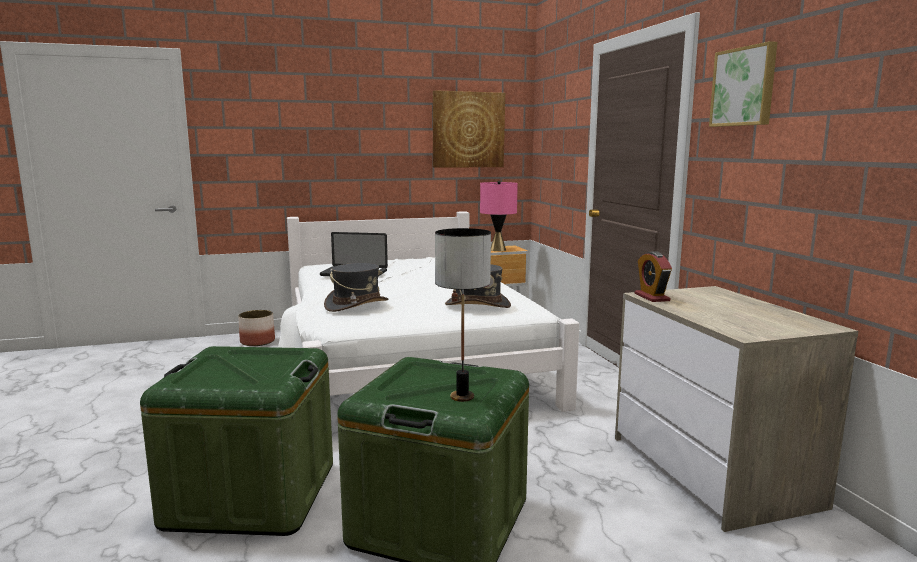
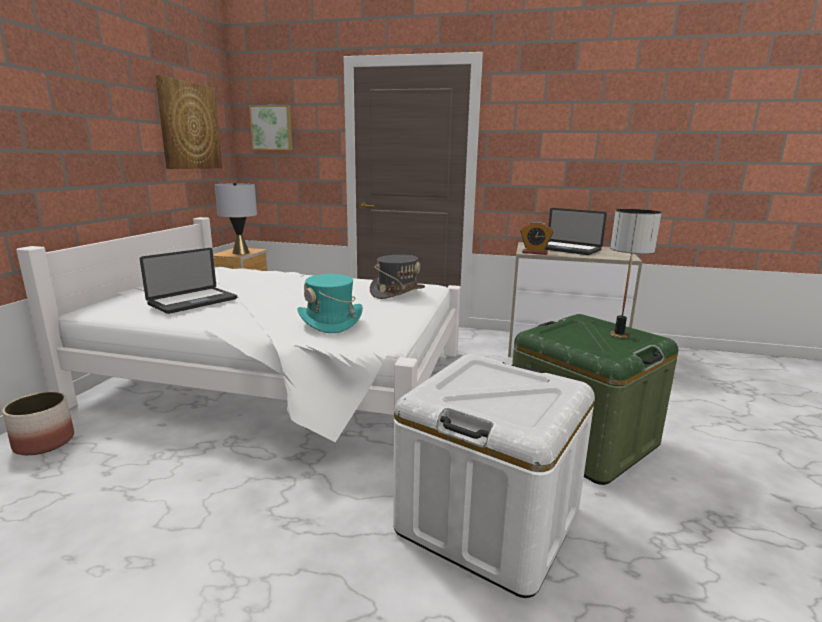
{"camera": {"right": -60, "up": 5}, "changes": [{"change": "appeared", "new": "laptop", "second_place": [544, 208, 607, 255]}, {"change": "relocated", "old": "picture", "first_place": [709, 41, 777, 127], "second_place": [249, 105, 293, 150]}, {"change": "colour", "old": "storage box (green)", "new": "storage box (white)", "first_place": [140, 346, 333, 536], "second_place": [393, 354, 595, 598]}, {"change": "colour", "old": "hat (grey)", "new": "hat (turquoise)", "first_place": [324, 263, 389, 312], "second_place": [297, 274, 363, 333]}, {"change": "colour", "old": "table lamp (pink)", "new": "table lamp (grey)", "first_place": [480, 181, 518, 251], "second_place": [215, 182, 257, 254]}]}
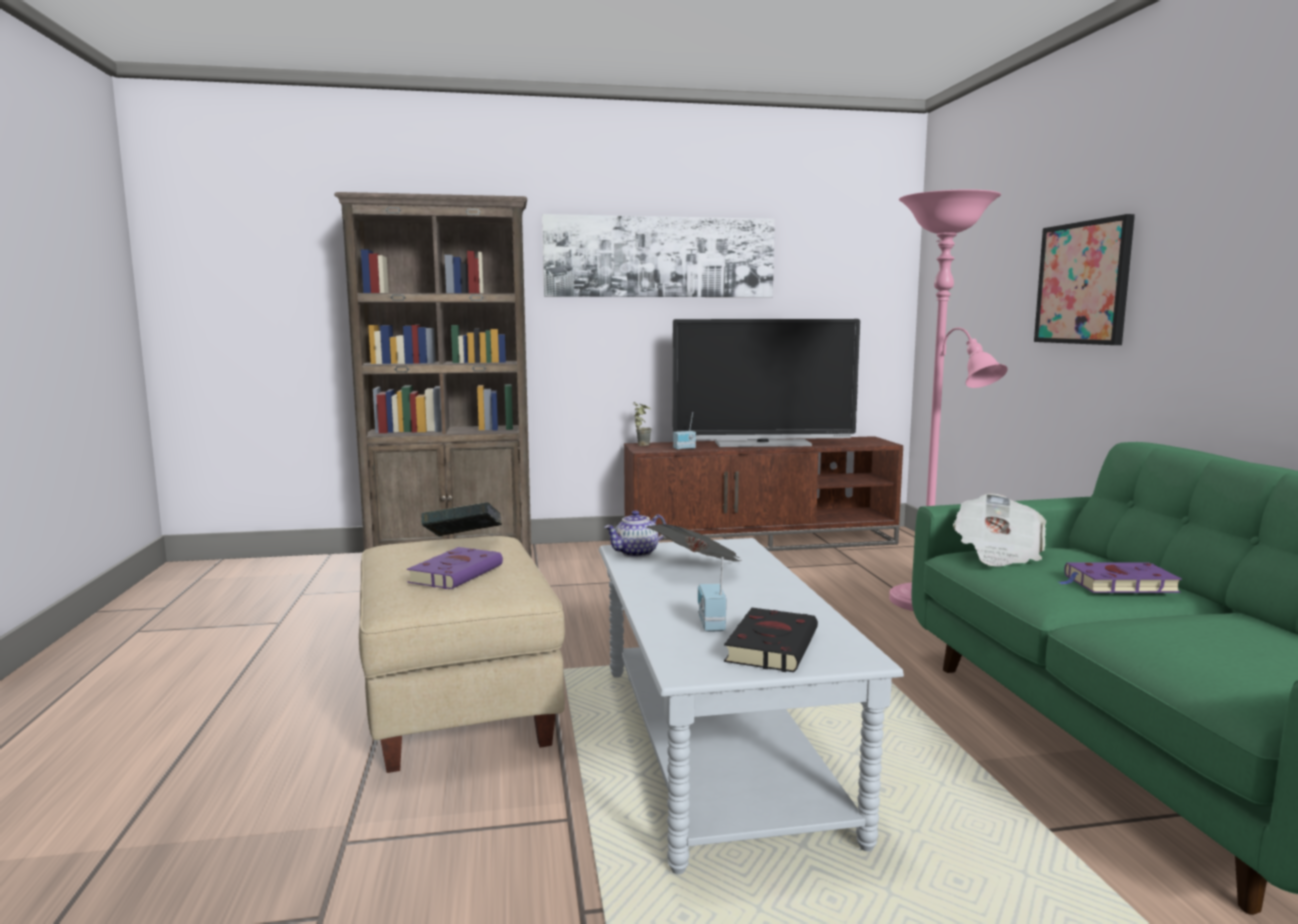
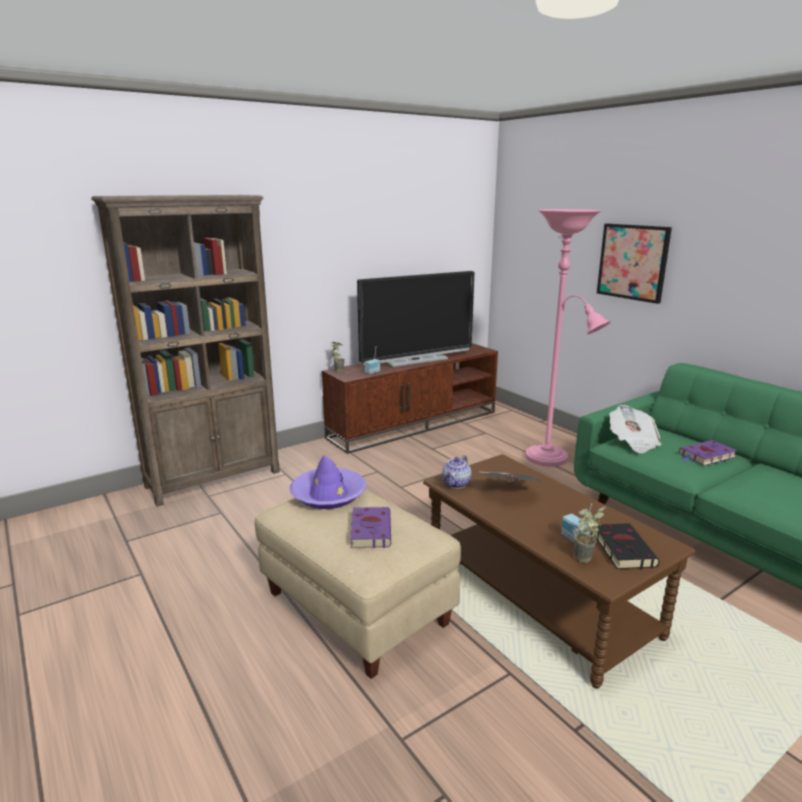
{"camera": {"right": -25, "up": 10}, "changes": [{"change": "missing", "old": "picture", "first_place": [542, 214, 775, 297]}, {"change": "appeared", "new": "potted plant", "second_place": [574, 505, 606, 563]}, {"change": "exchanged", "old": "book", "new": "hat (purple)", "first_place": [421, 502, 502, 537], "second_place": [290, 455, 367, 509]}, {"change": "colour", "old": "coffee table (grey)", "new": "coffee table (brown)", "first_place": [599, 538, 904, 874], "second_place": [423, 454, 696, 689]}]}
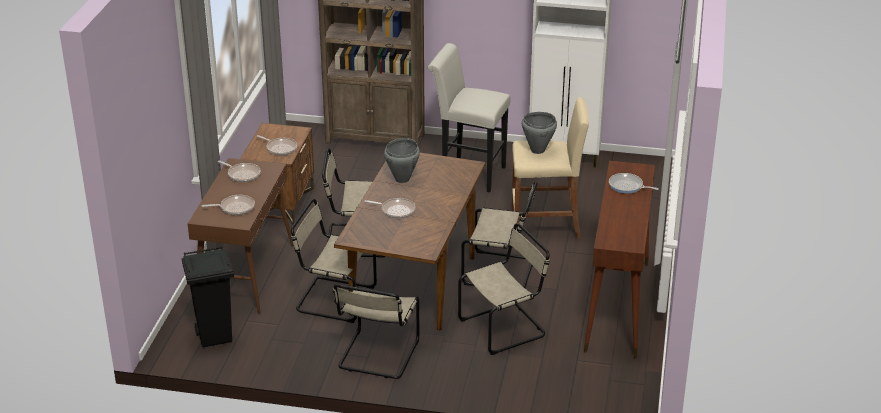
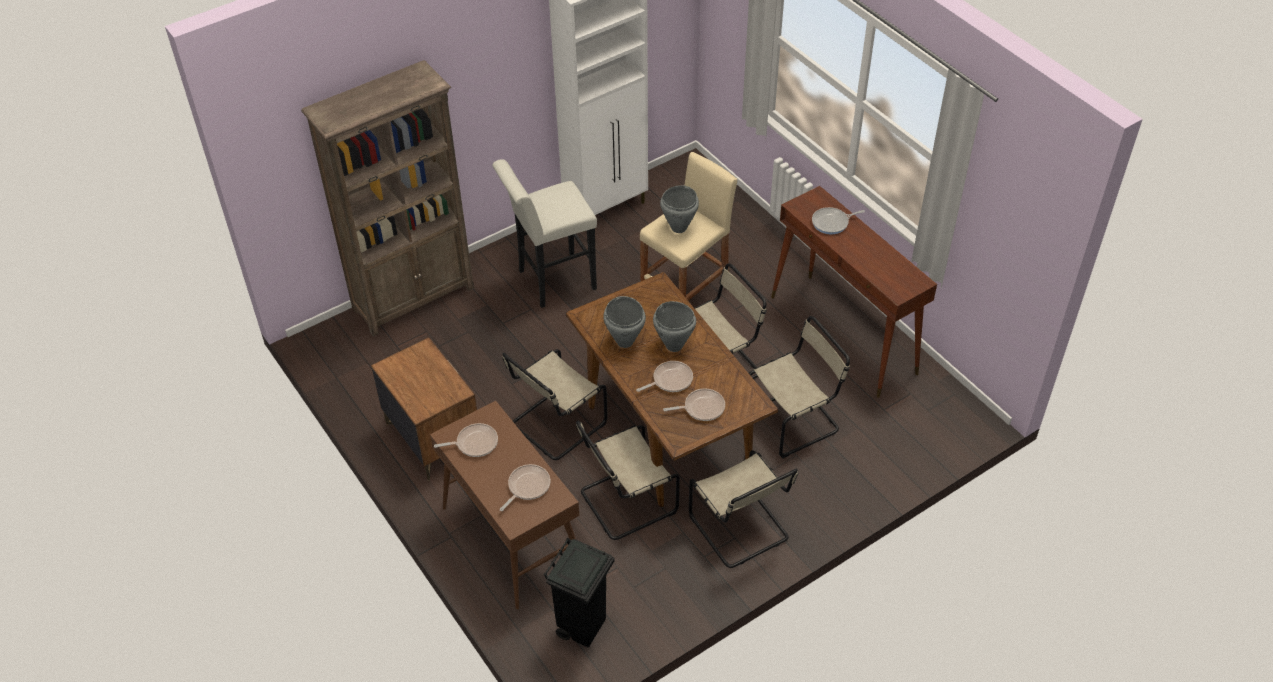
{"camera": {"right": -45, "up": 15}, "changes": [{"change": "appeared", "new": "cooking pot (grey)", "second_place": [653, 301, 696, 352]}, {"change": "relocated", "old": "frying pan", "first_place": [257, 135, 297, 155], "second_place": [663, 388, 725, 421]}, {"change": "spun", "old": "chair (beige)", "first_place": [458, 223, 550, 355], "second_place": [749, 316, 850, 458], "degrees": 45}]}
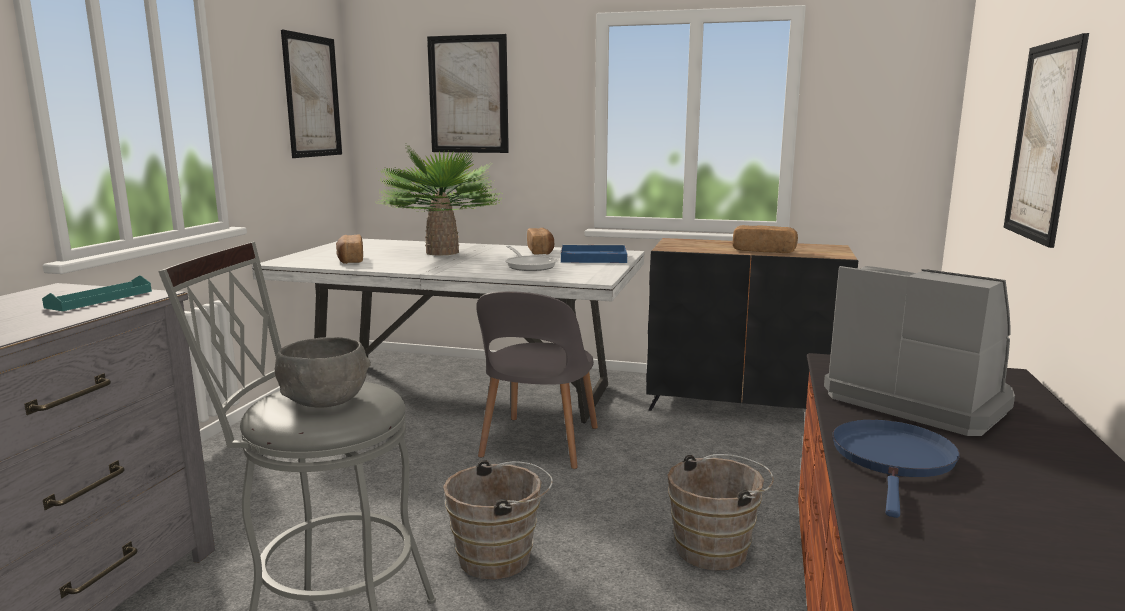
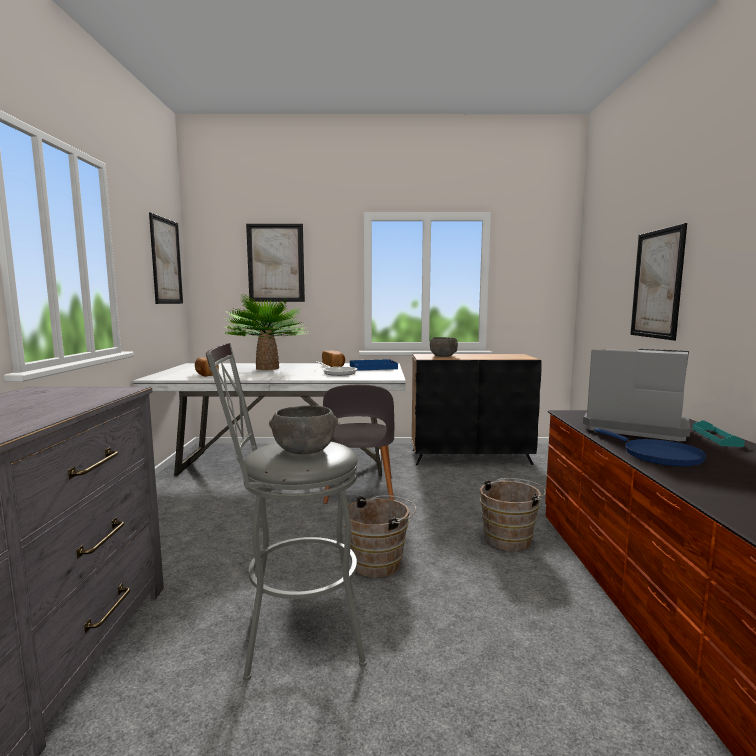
{"camera": {"right": -15, "up": -5}, "changes": [{"change": "missing", "old": "bread", "first_place": [733, 225, 798, 253]}, {"change": "appeared", "new": "bowl (grey)", "second_place": [430, 337, 458, 357]}, {"change": "relocated", "old": "tray (turquoise)", "first_place": [42, 275, 152, 311], "second_place": [692, 420, 745, 447]}, {"change": "spun", "old": "frying pan (blue)", "first_place": [832, 419, 960, 518], "second_place": [595, 428, 707, 466], "degrees": 150}]}
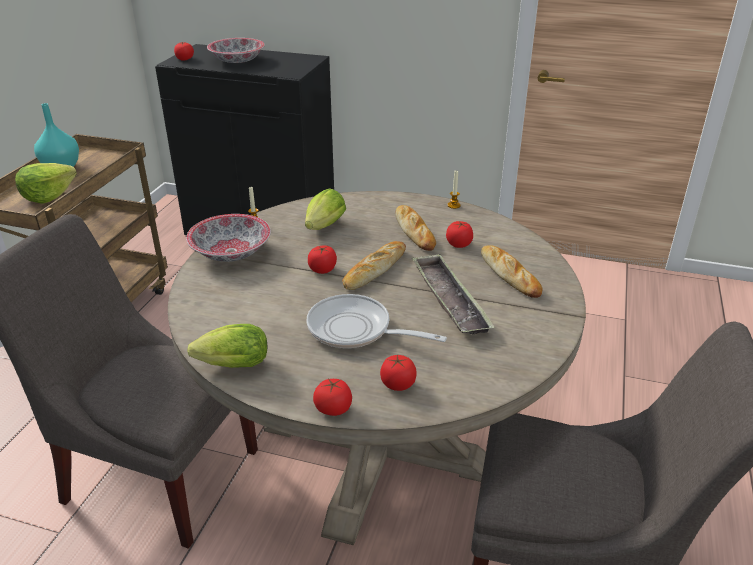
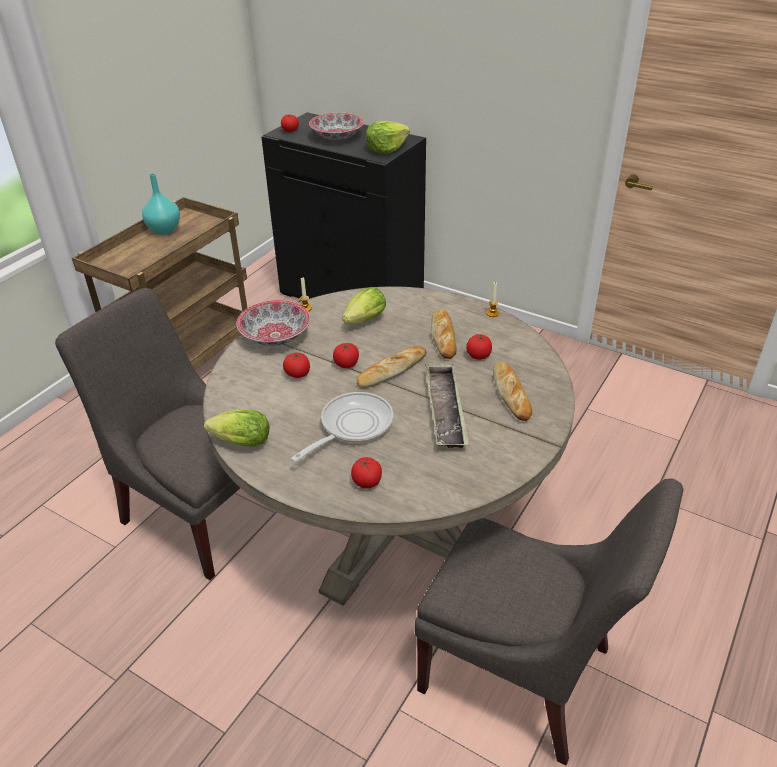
{"camera": {"right": 15, "up": 5}, "changes": [{"change": "relocated", "old": "lettuce", "first_place": [15, 163, 77, 204], "second_place": [366, 121, 410, 154]}, {"change": "relocated", "old": "tomato", "first_place": [313, 379, 352, 416], "second_place": [283, 352, 310, 378]}, {"change": "spun", "old": "frying pan", "first_place": [307, 294, 447, 348], "second_place": [291, 392, 393, 462], "degrees": 90}]}
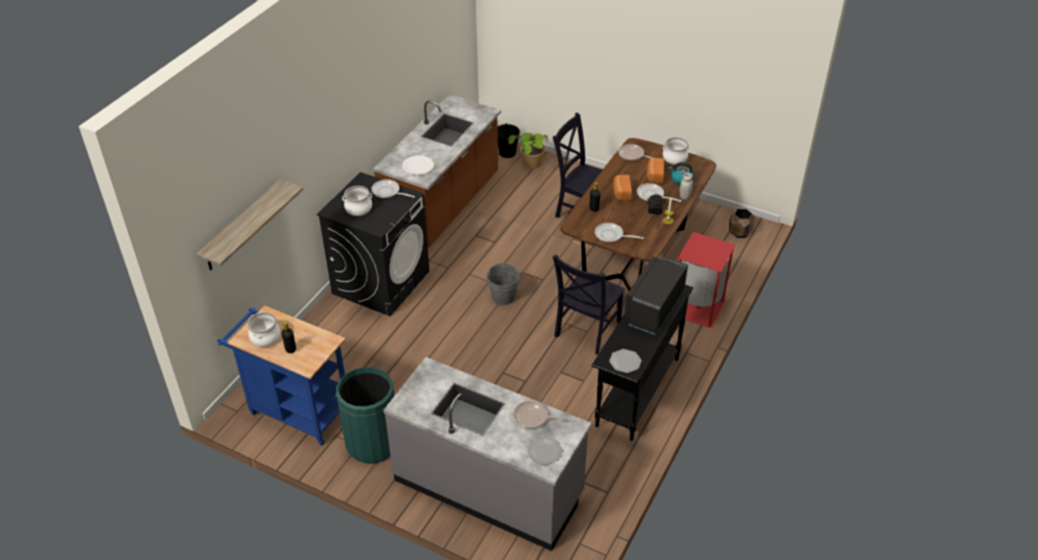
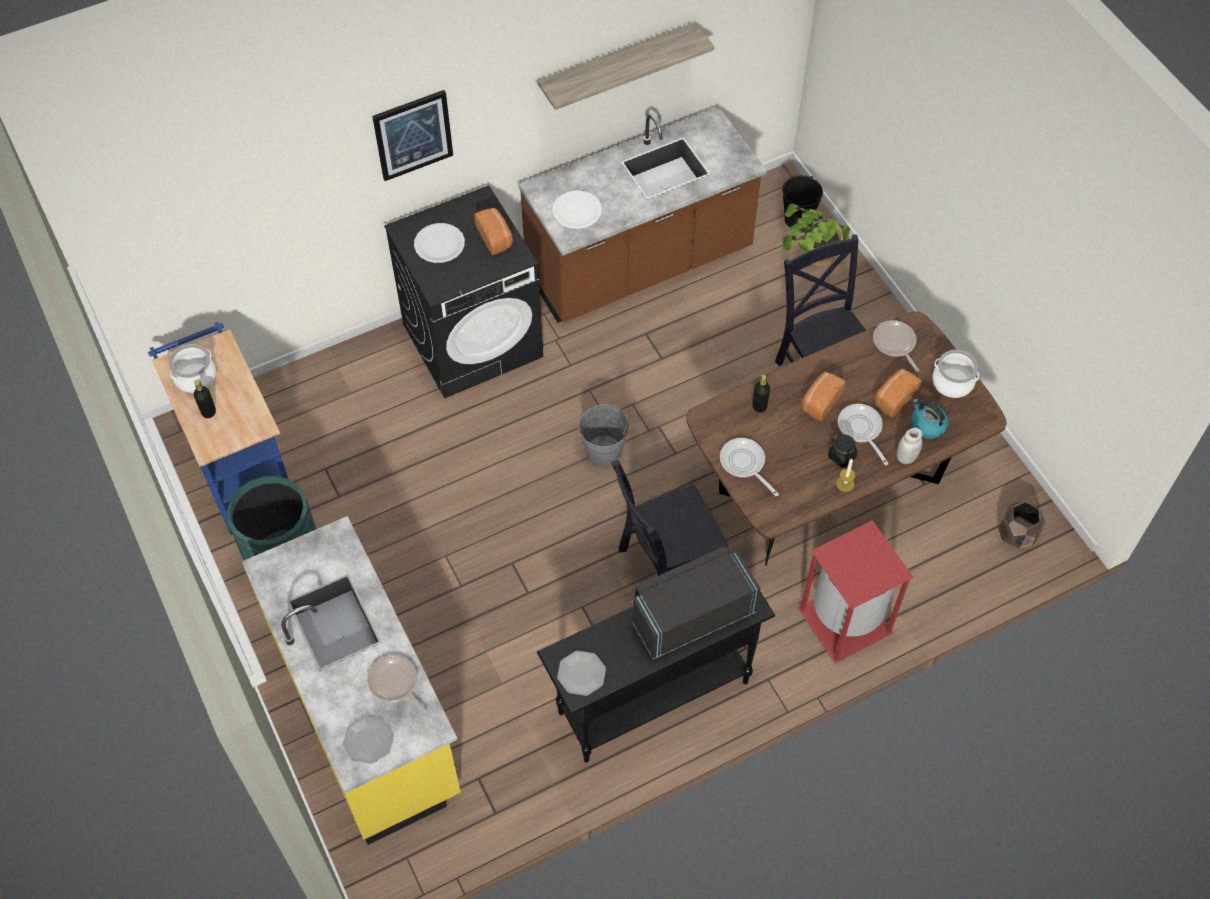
{"camera": {"right": 35, "up": 15}, "changes": [{"change": "appeared", "new": "picture", "second_place": [372, 90, 453, 181]}, {"change": "relocated", "old": "shelf", "first_place": [196, 179, 303, 270], "second_place": [537, 22, 714, 110]}, {"change": "exchanged", "old": "cooking pot", "new": "plate (white)", "first_place": [342, 186, 372, 216], "second_place": [414, 223, 465, 263]}, {"change": "exchanged", "old": "frying pan", "new": "bread", "first_place": [371, 179, 415, 198], "second_place": [474, 208, 513, 255]}, {"change": "colour", "old": "counter (grey)", "new": "counter (yellow)", "first_place": [383, 357, 592, 551], "second_place": [242, 516, 461, 845]}]}
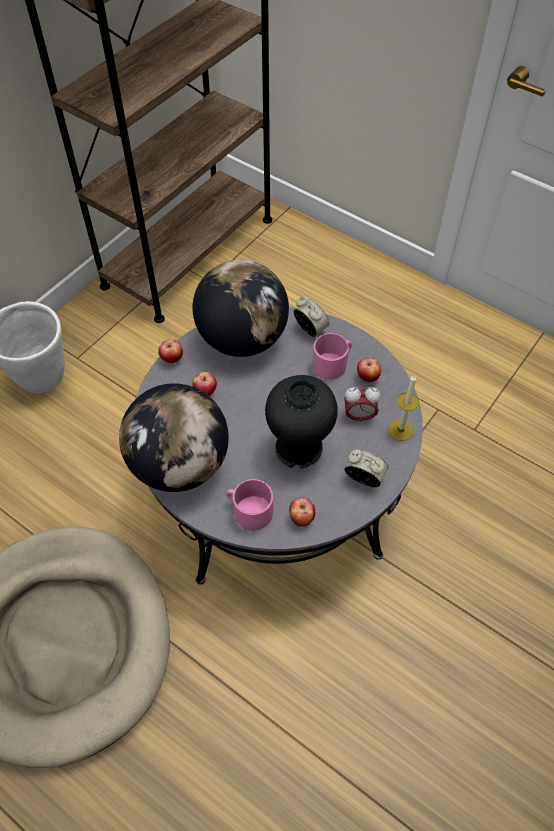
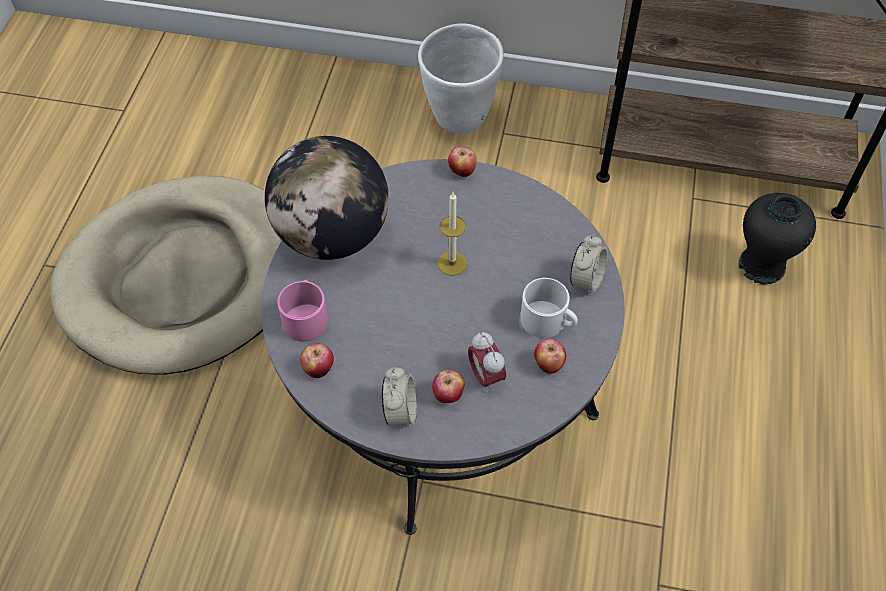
{"camera": {"right": 65, "up": 0}, "changes": [{"change": "missing", "old": "globe", "first_place": [193, 260, 289, 357]}, {"change": "relocated", "old": "apple", "first_place": [192, 372, 217, 396], "second_place": [432, 370, 464, 403]}, {"change": "relocated", "old": "vase (black)", "first_place": [265, 375, 338, 469], "second_place": [738, 193, 816, 284]}, {"change": "relocated", "old": "candle", "first_place": [388, 374, 419, 441], "second_place": [437, 192, 467, 276]}, {"change": "colour", "old": "mug (pink)", "new": "mug (white)", "first_place": [313, 333, 352, 380], "second_place": [521, 278, 578, 338]}]}
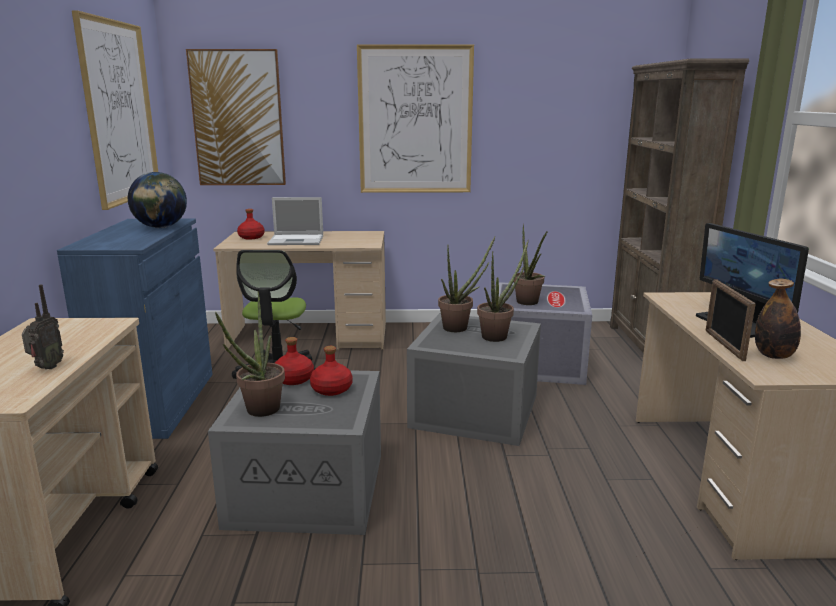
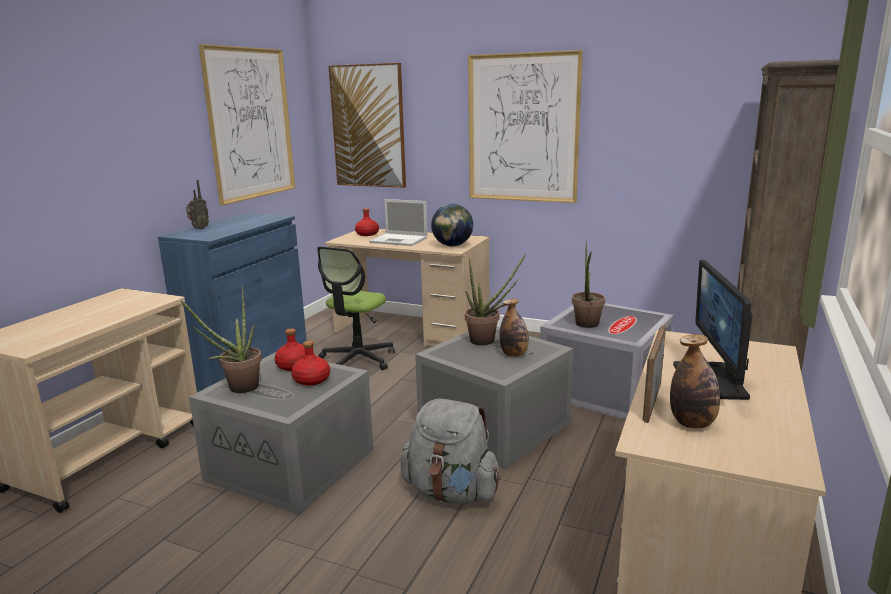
{"camera": {"right": 25, "up": 0}, "changes": [{"change": "appeared", "new": "backpack (grey)", "second_place": [401, 399, 501, 504]}, {"change": "relocated", "old": "radio", "first_place": [22, 284, 64, 369], "second_place": [186, 180, 209, 229]}, {"change": "relocated", "old": "globe", "first_place": [128, 172, 187, 228], "second_place": [431, 204, 473, 247]}, {"change": "exchanged", "old": "potted plant", "new": "bottle", "first_place": [477, 241, 528, 342], "second_place": [499, 299, 529, 357]}]}
